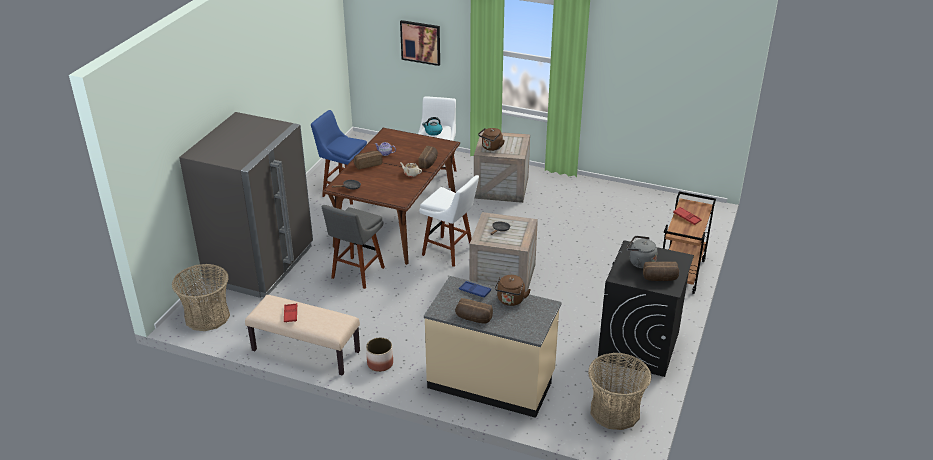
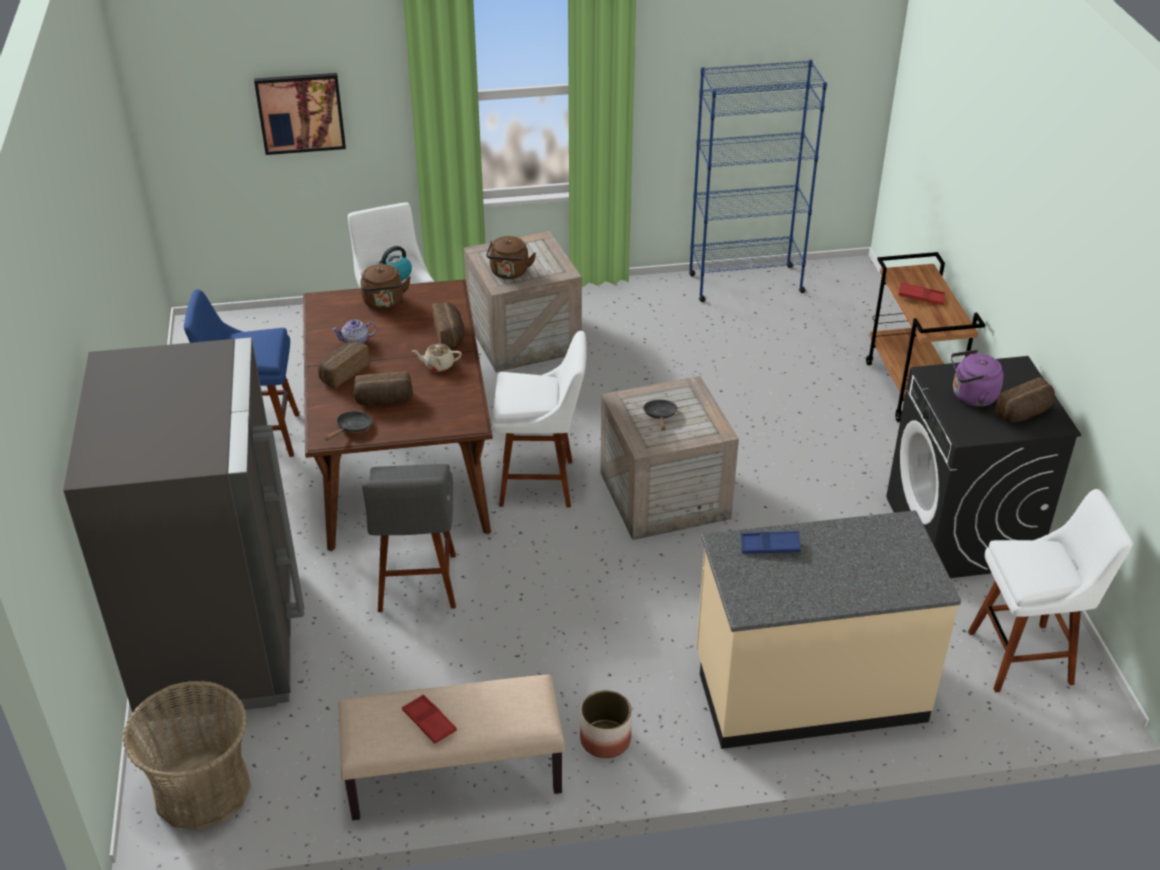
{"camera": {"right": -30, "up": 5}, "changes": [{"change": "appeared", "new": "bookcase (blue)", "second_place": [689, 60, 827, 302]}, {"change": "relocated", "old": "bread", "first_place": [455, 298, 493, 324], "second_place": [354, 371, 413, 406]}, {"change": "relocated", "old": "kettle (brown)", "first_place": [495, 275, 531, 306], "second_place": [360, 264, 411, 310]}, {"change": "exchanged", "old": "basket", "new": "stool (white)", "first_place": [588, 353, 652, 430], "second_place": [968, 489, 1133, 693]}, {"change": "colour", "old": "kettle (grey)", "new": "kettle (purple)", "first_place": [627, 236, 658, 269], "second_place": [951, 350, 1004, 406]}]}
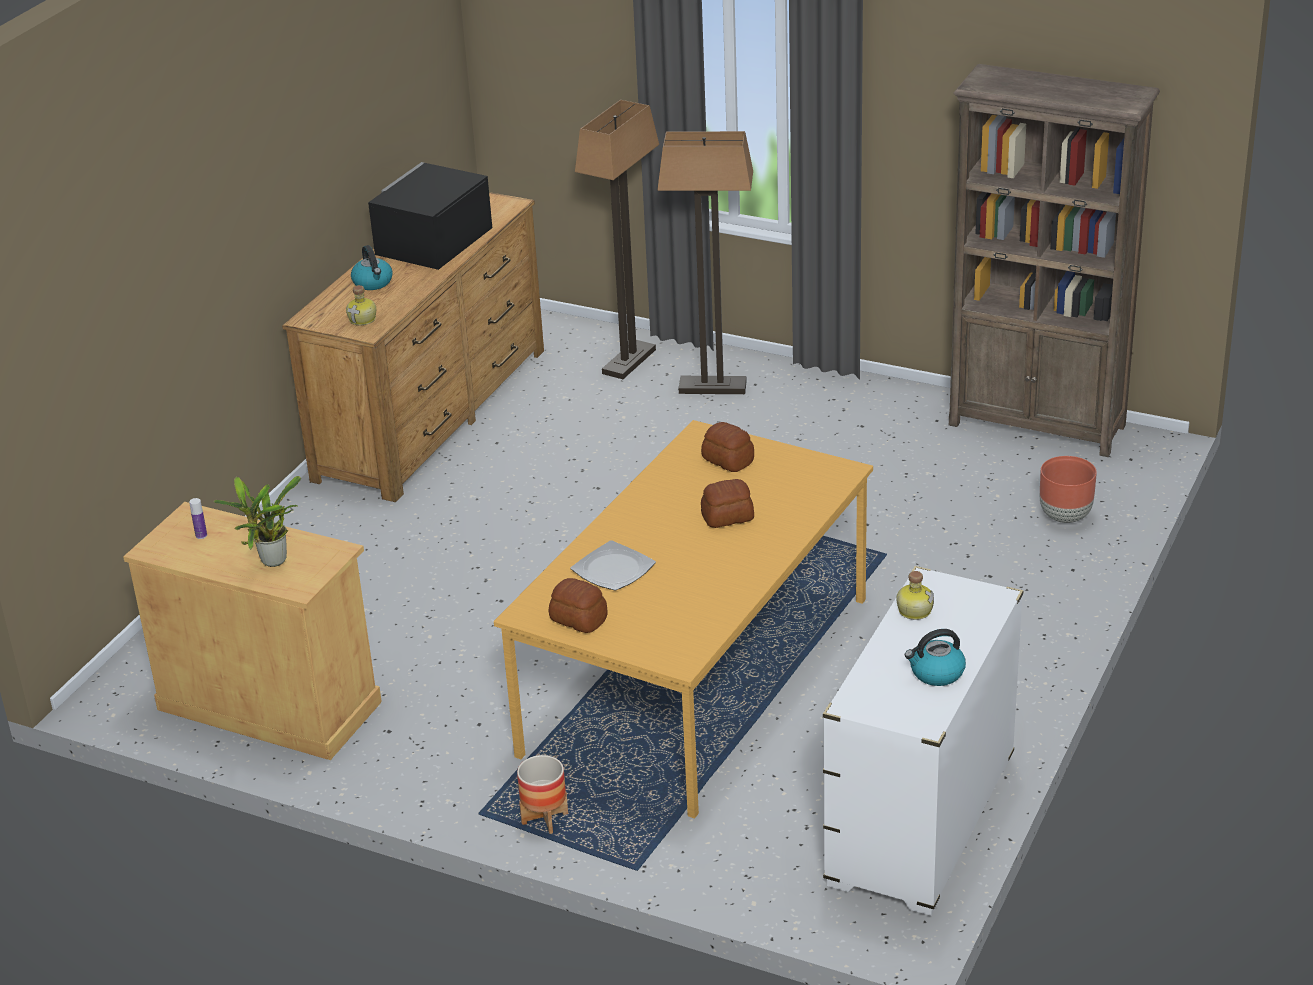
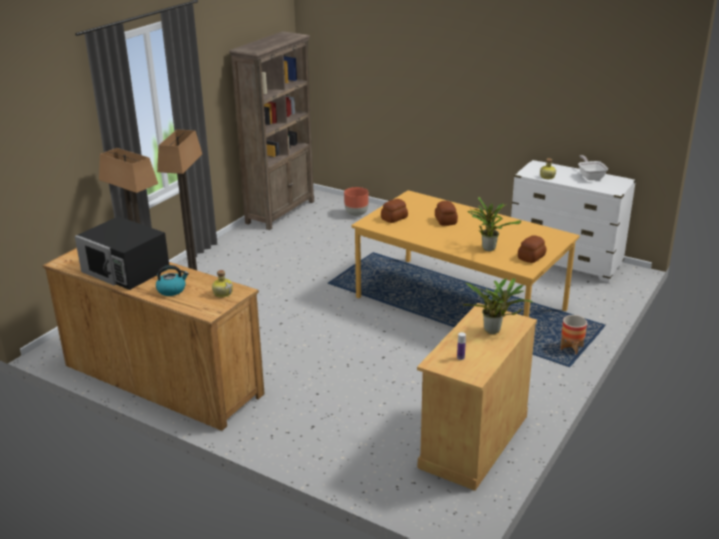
{"camera": {"right": -85, "up": -5}, "changes": [{"change": "exchanged", "old": "plate", "new": "potted plant", "first_place": [571, 540, 656, 591], "second_place": [468, 197, 522, 251]}, {"change": "exchanged", "old": "kettle", "new": "frying pan", "first_place": [905, 629, 966, 686], "second_place": [578, 155, 609, 180]}]}
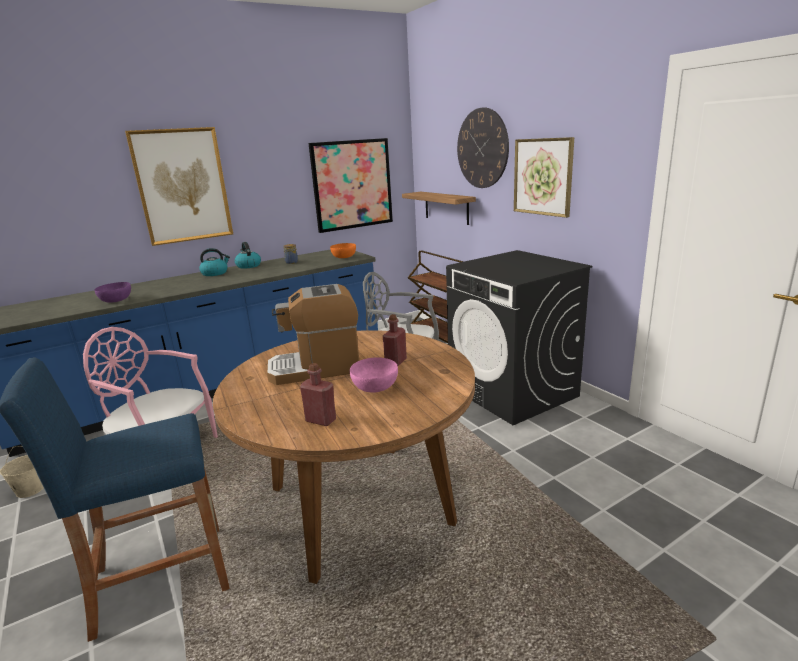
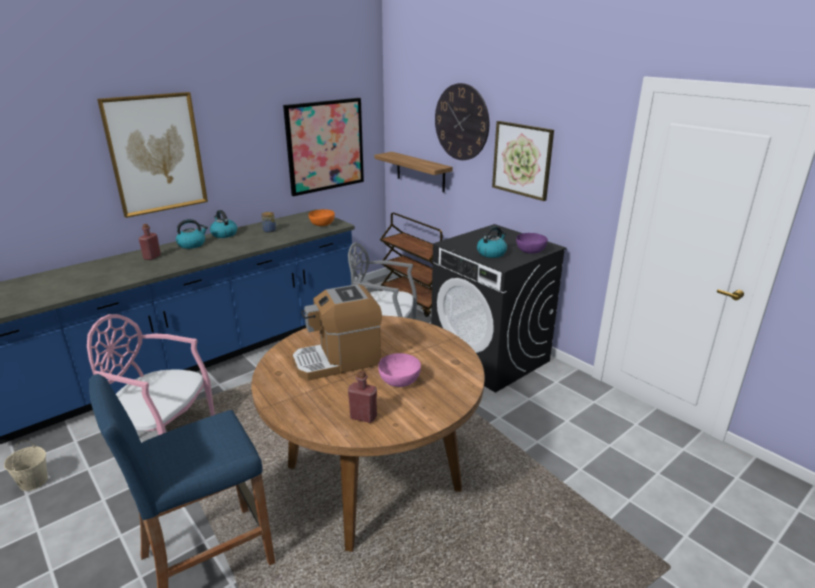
{"camera": {"right": -10, "up": 5}, "changes": [{"change": "appeared", "new": "kettle", "second_place": [477, 226, 507, 258]}, {"change": "relocated", "old": "bowl (purple)", "first_place": [95, 282, 131, 303], "second_place": [516, 233, 548, 254]}, {"change": "relocated", "old": "bottle (red)", "first_place": [383, 314, 407, 366], "second_place": [139, 224, 161, 260]}]}
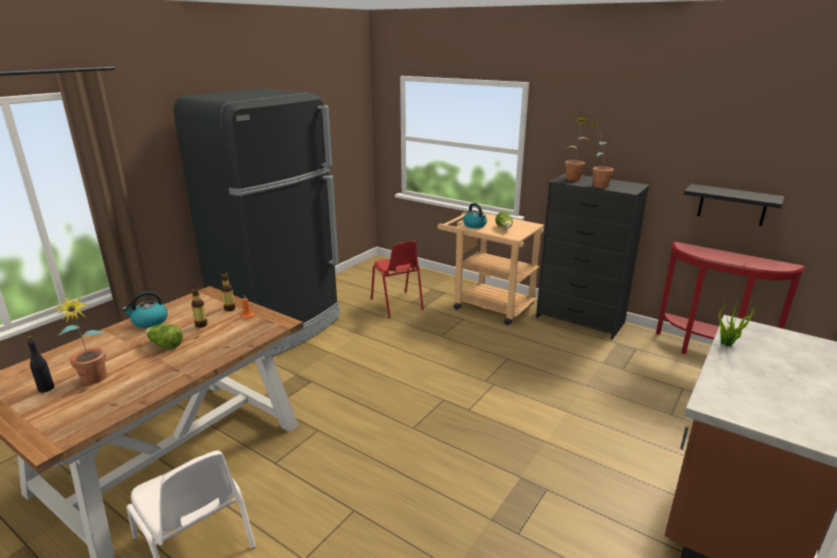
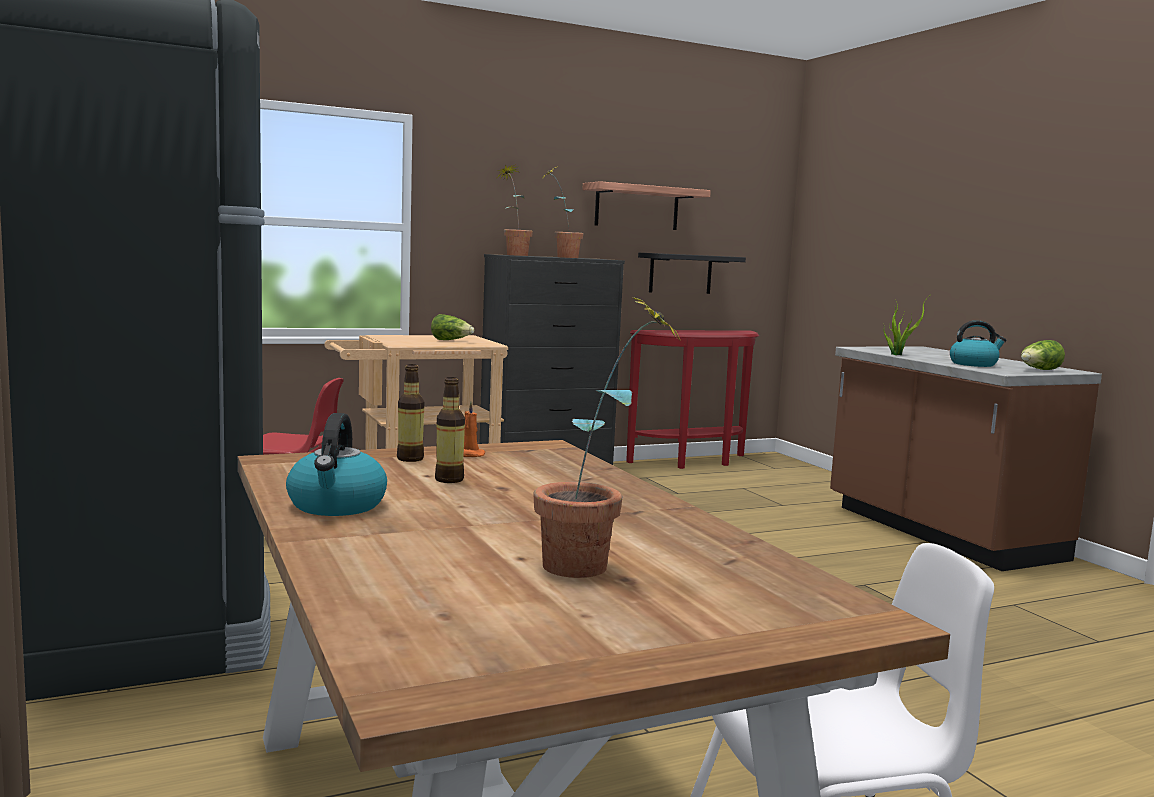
{"camera": {"right": -60, "up": -15}, "changes": [{"change": "missing", "old": "bottle (black)", "first_place": [27, 336, 54, 393]}, {"change": "appeared", "new": "shelf", "second_place": [582, 181, 711, 230]}, {"change": "relocated", "old": "lettuce", "first_place": [145, 324, 183, 350], "second_place": [1021, 340, 1065, 370]}, {"change": "relocated", "old": "kettle", "first_place": [463, 203, 487, 228], "second_place": [950, 320, 1006, 367]}]}
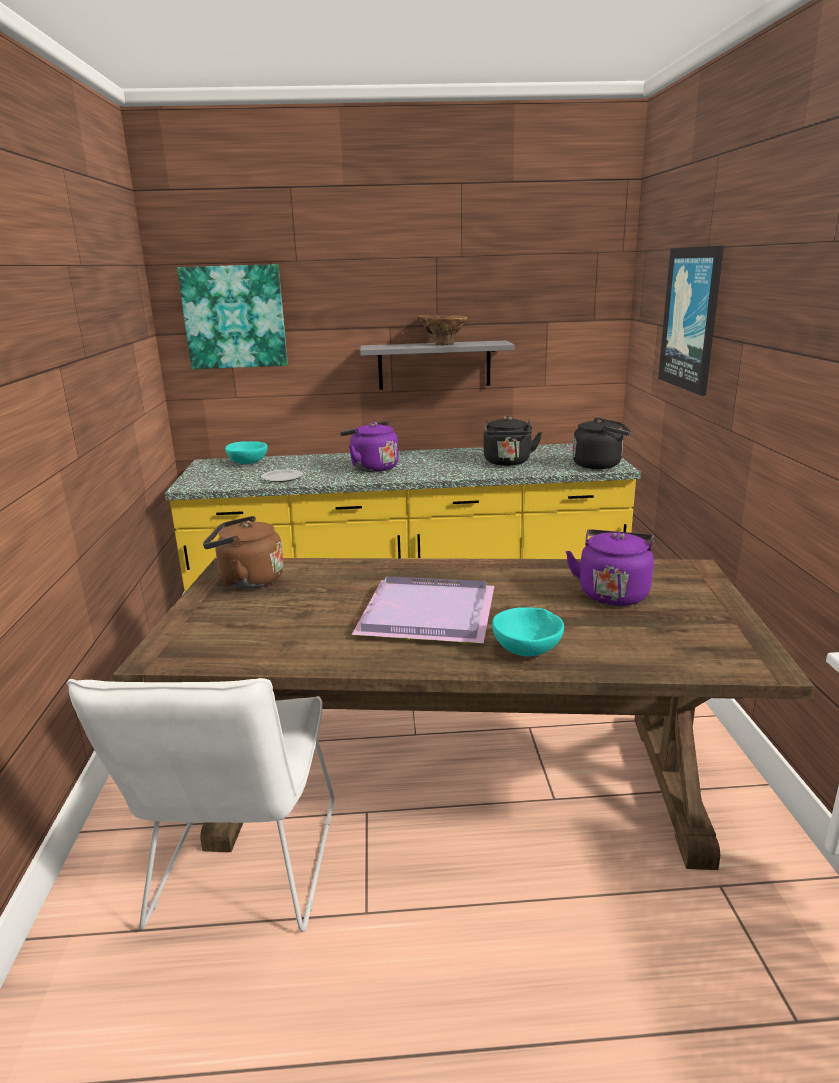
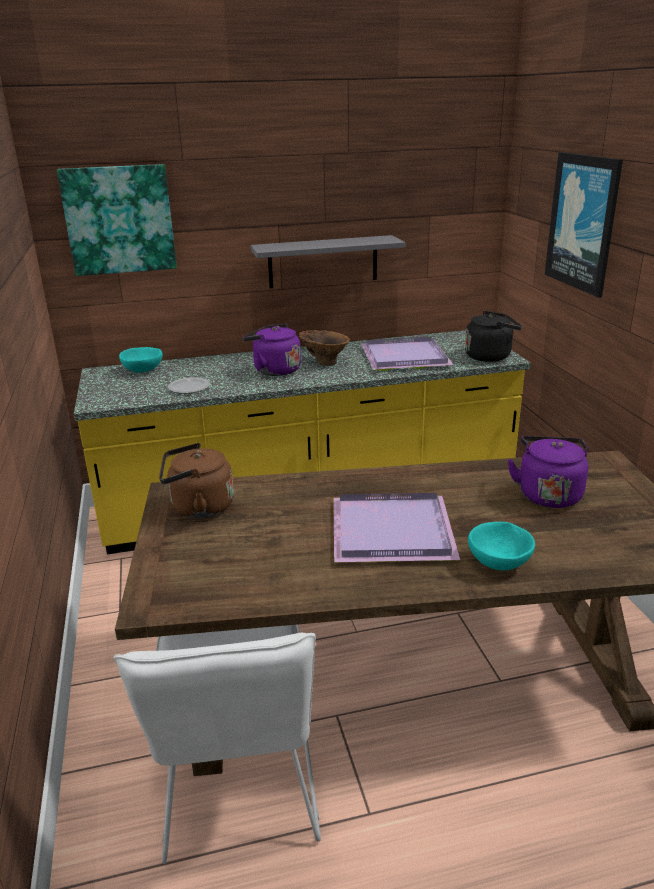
{"camera": {"right": -10, "up": 5}, "changes": [{"change": "relocated", "old": "vase (brown)", "first_place": [418, 315, 467, 345], "second_place": [299, 330, 350, 366]}, {"change": "exchanged", "old": "kettle (black)", "new": "tray (purple)", "first_place": [484, 416, 542, 466], "second_place": [361, 336, 454, 371]}]}
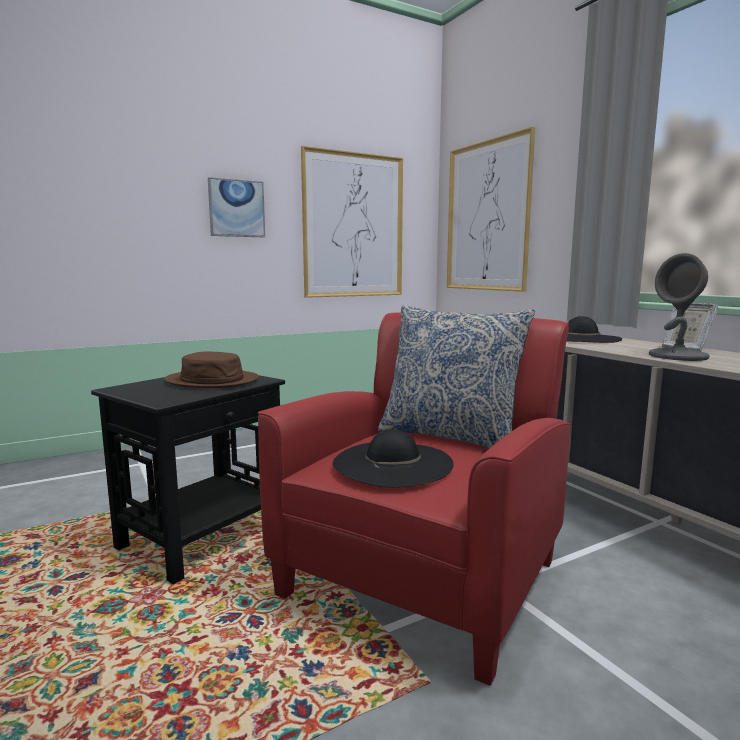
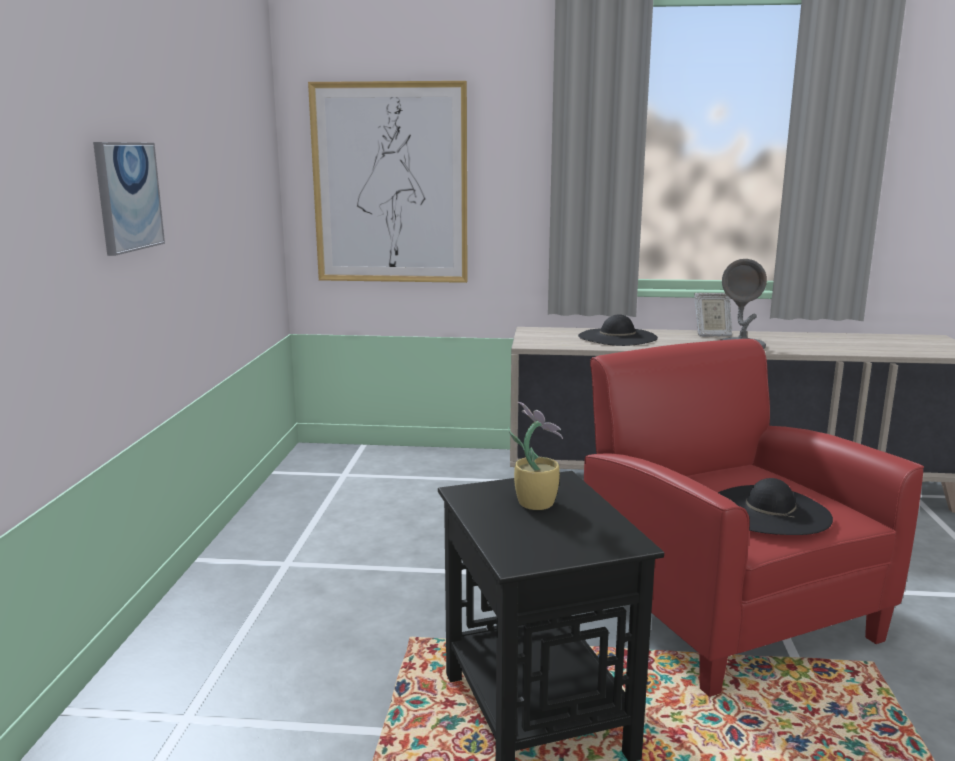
{"camera": {"right": -55, "up": 5}, "changes": [{"change": "missing", "old": "picture", "first_place": [301, 146, 403, 298]}, {"change": "missing", "old": "pillow", "first_place": [378, 305, 535, 448]}, {"change": "exchanged", "old": "hat (brown)", "new": "potted plant", "first_place": [164, 352, 259, 388], "second_place": [508, 402, 563, 510]}]}
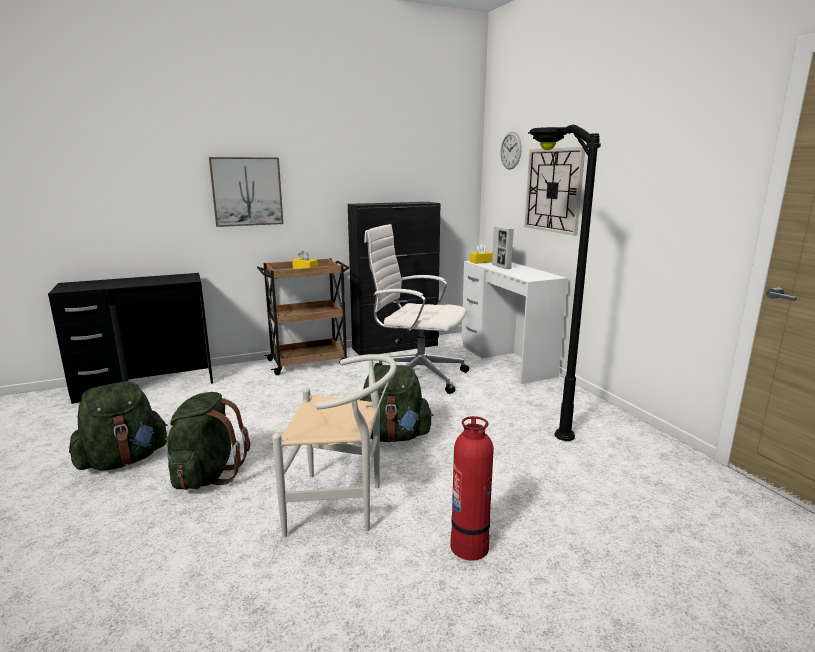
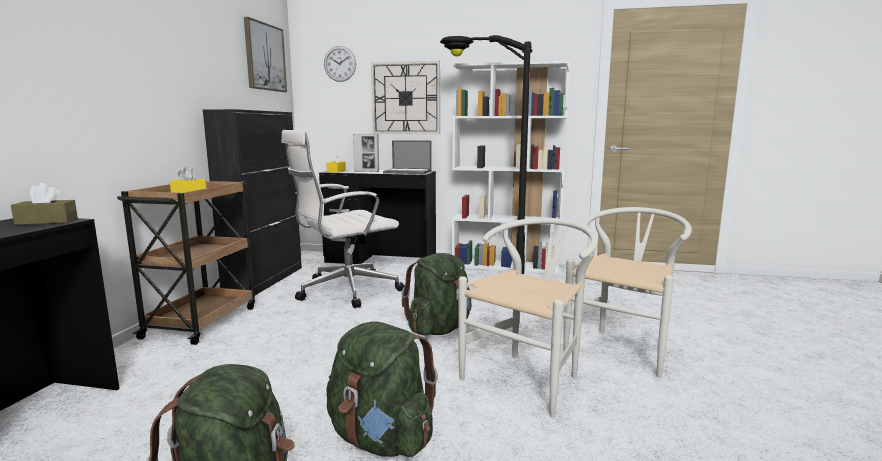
{"camera": {"right": -55, "up": -5}, "changes": [{"change": "appeared", "new": "tissue box (brown)", "second_place": [11, 183, 78, 225]}, {"change": "appeared", "new": "laptop", "second_place": [383, 140, 432, 174]}, {"change": "appeared", "new": "bookcase (white)", "second_place": [452, 61, 570, 273]}, {"change": "relocated", "old": "picture", "first_place": [209, 157, 283, 227], "second_place": [244, 17, 287, 92]}, {"change": "exchanged", "old": "fire extinguisher", "new": "chair (white)", "first_place": [450, 416, 494, 561], "second_place": [563, 207, 692, 378]}, {"change": "colour", "old": "desk (white)", "new": "desk (black)", "first_place": [462, 261, 568, 384], "second_place": [319, 169, 436, 264]}]}
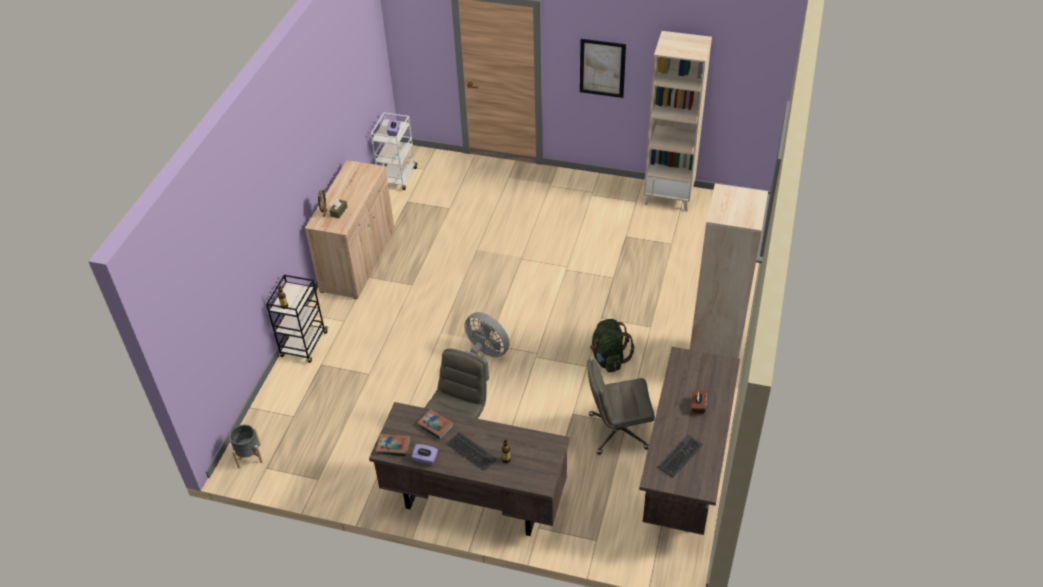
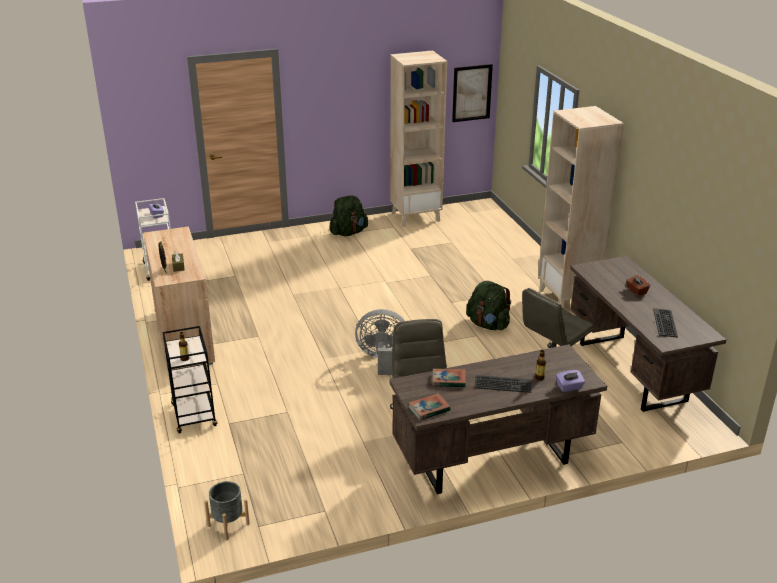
{"camera": {"right": -35, "up": -15}, "changes": [{"change": "appeared", "new": "backpack (green)", "second_place": [329, 195, 368, 236]}, {"change": "relocated", "old": "tissue box (purple)", "first_place": [412, 444, 438, 465], "second_place": [556, 370, 585, 392]}, {"change": "relocated", "old": "picture", "first_place": [580, 39, 626, 98], "second_place": [452, 64, 493, 122]}]}
